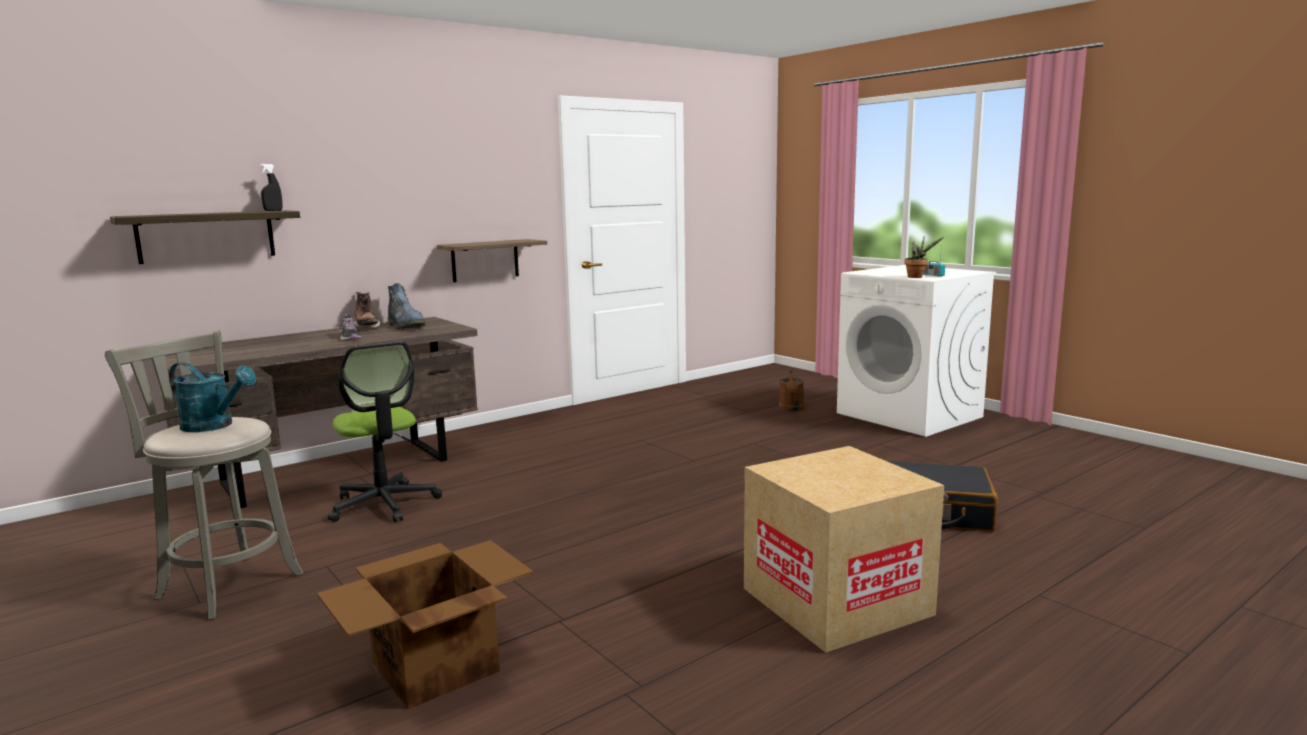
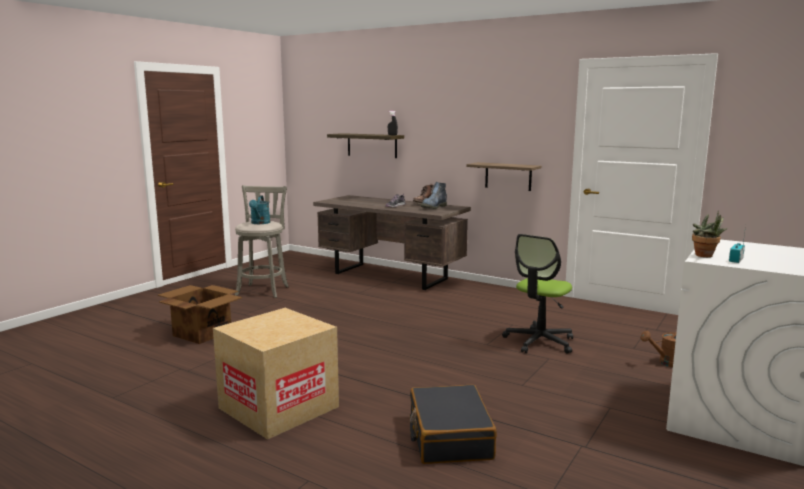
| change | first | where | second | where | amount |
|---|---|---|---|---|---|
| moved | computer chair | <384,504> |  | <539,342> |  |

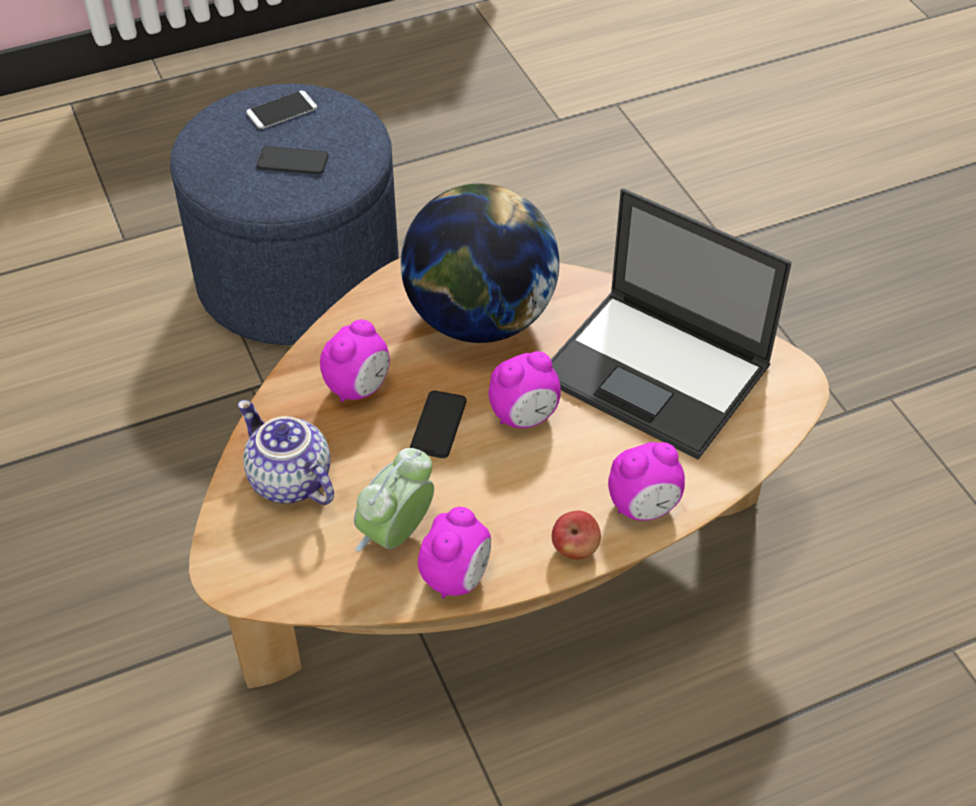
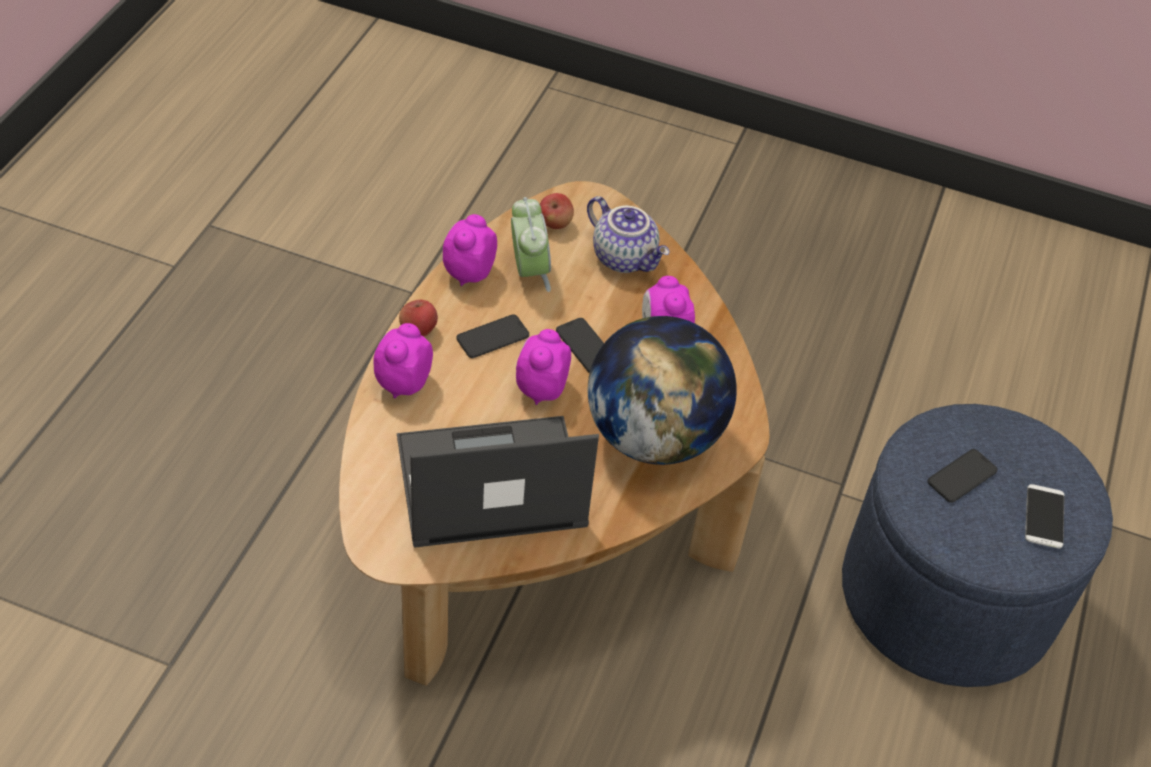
| change | first | where | second | where | amount |
|---|---|---|---|---|---|
| turned | teapot | <288,481> |  | <625,257> | 45 degrees clockwise |
| turned | bedside clock | <456,577> |  | <468,272> | 45 degrees clockwise |
| added |  |  | apple fruit | <555,224> |  |
| added |  |  | phone | <492,337> |  |

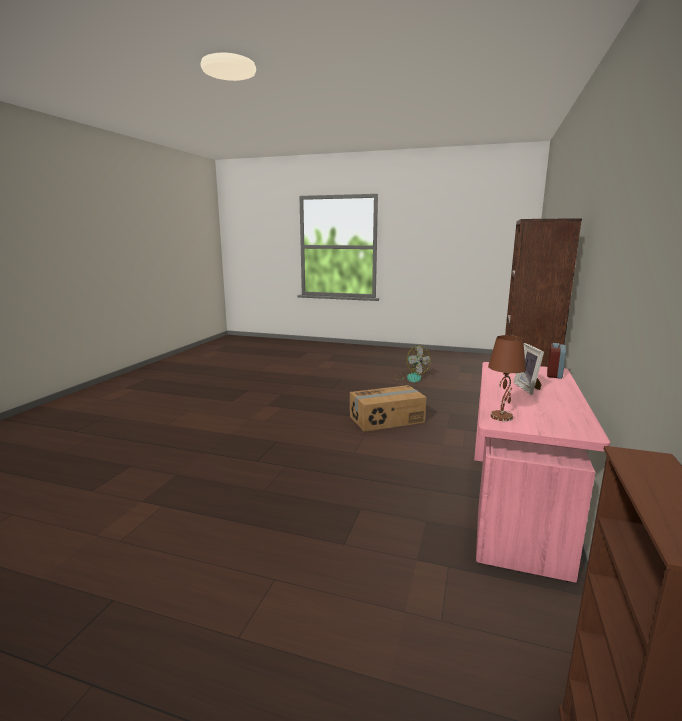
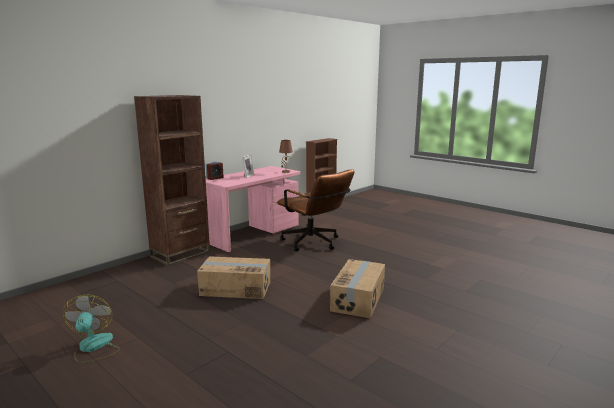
| change | first | where | second | where | amount |
|---|---|---|---|---|---|
| added |  |  | brown-coloured computer chair | <314,243> |  |
| added |  |  | packing box | <358,299> |  |

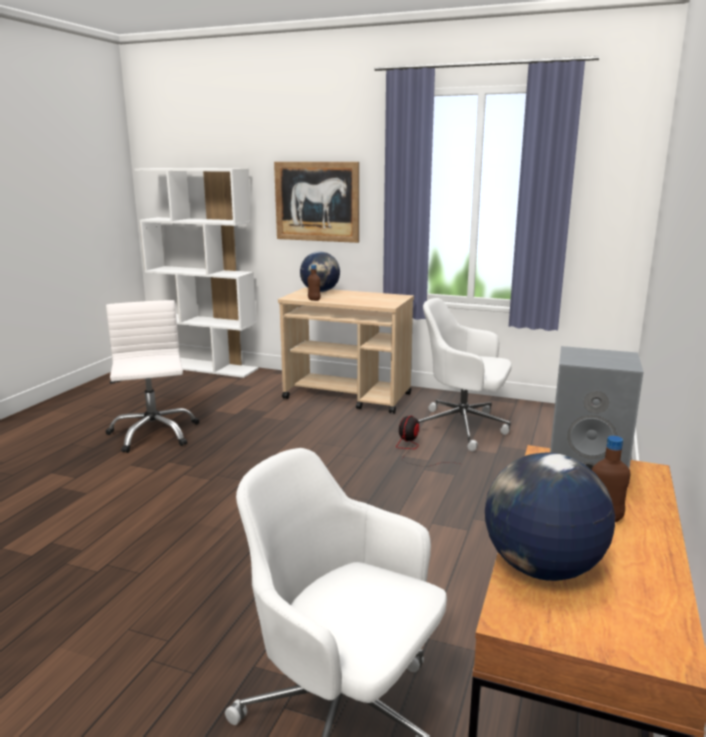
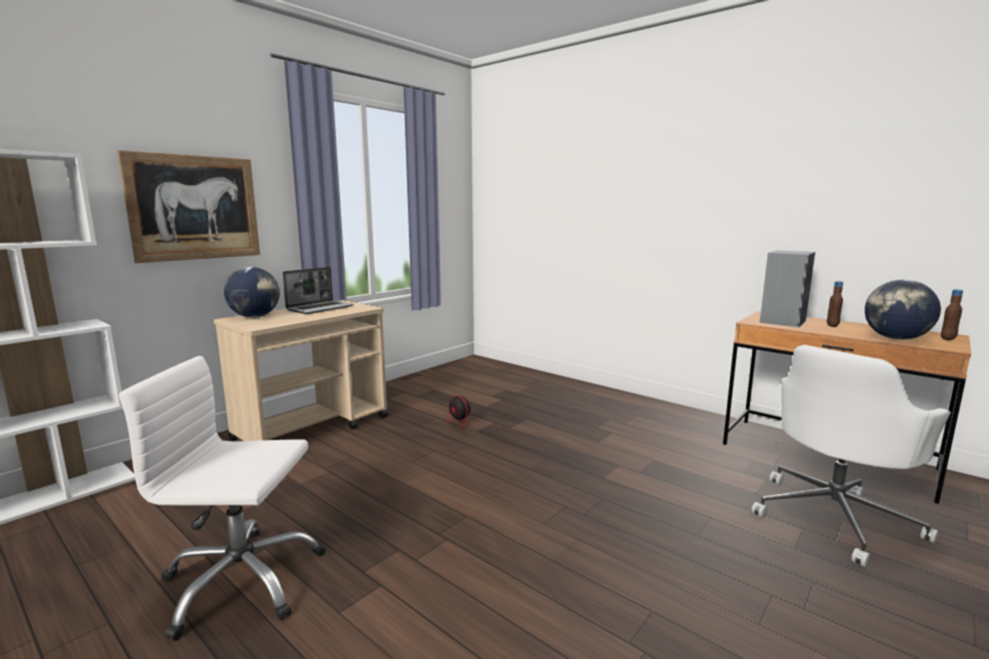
| change | first | where | second | where | amount |
|---|---|---|---|---|---|
| moved | brown-coloured beverage bottle | <314,300> |  | <948,338> |  |
| removed | white-coloured computer chair | <463,427> |  |  |  |
| added |  |  | laptop | <320,308> |  |

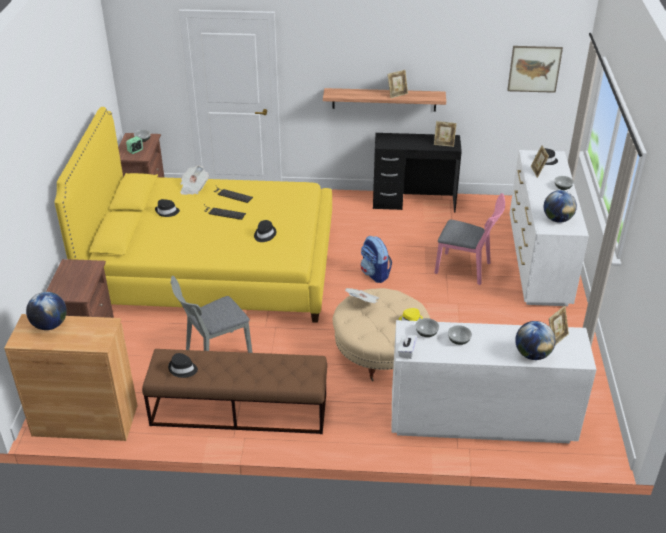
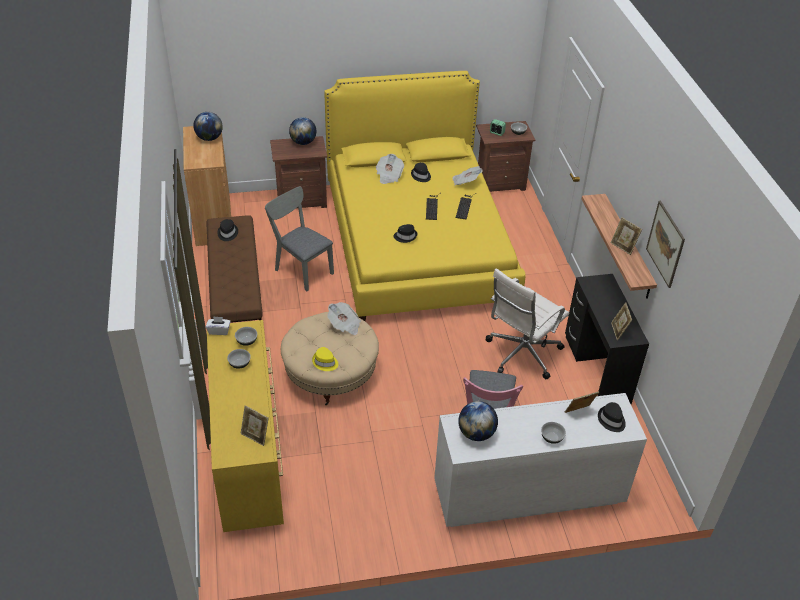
| change | first | where | second | where | amount |
|---|---|---|---|---|---|
| moved | wall picture | <534,69> |  | <665,244> |  |
| removed | rucksack | <375,274> |  |  |  |
| recoloured | white-coloured dresser | <480,420> | yellowish dresser | <249,457> |  |
| moved | world globe | <532,354> |  | <303,142> |  |
| added |  |  | daily paper | <389,176> |  |
| added |  |  | white-coloured computer chair | <521,354> |  |

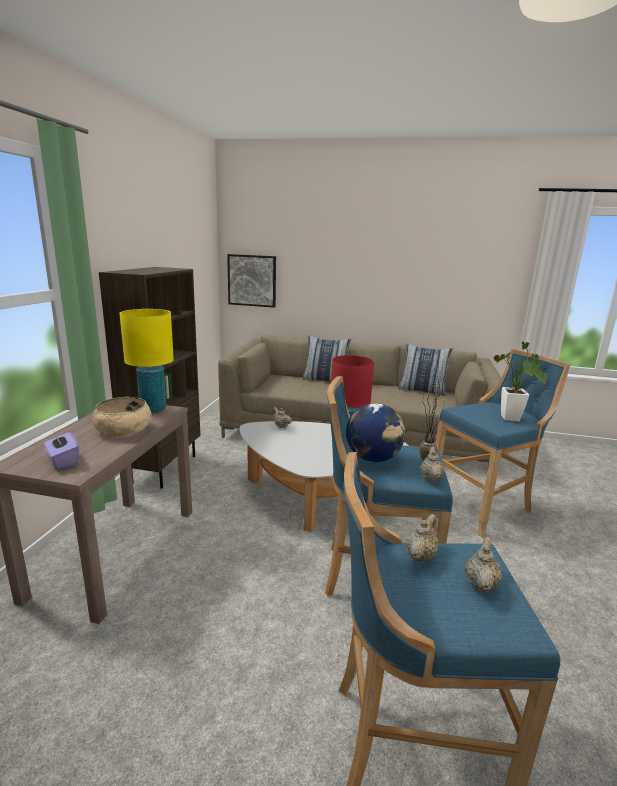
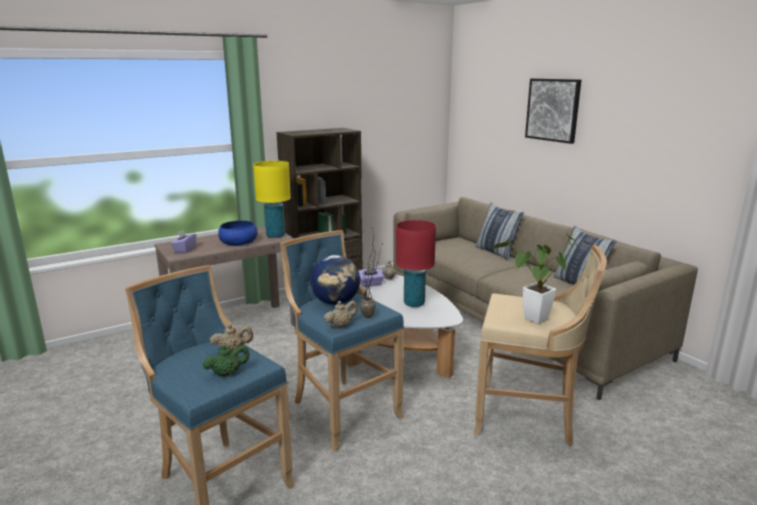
| change | first | where | second | where | amount |
|---|---|---|---|---|---|
| moved | wall picture | <252,280> |  | <553,110> |  |
| recoloured | bluish stool | <483,506> | beige stool | <527,418> |  |
| recoloured | beige serving bowl | <123,429> | bluish serving bowl | <238,242> |  |
| recoloured | beige teapot | <480,583> | greenish teapot | <227,373> |  |
| added |  |  | purple tissue holder | <370,284> |  |

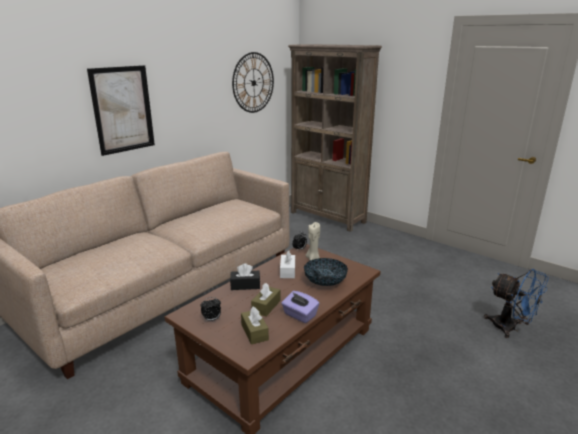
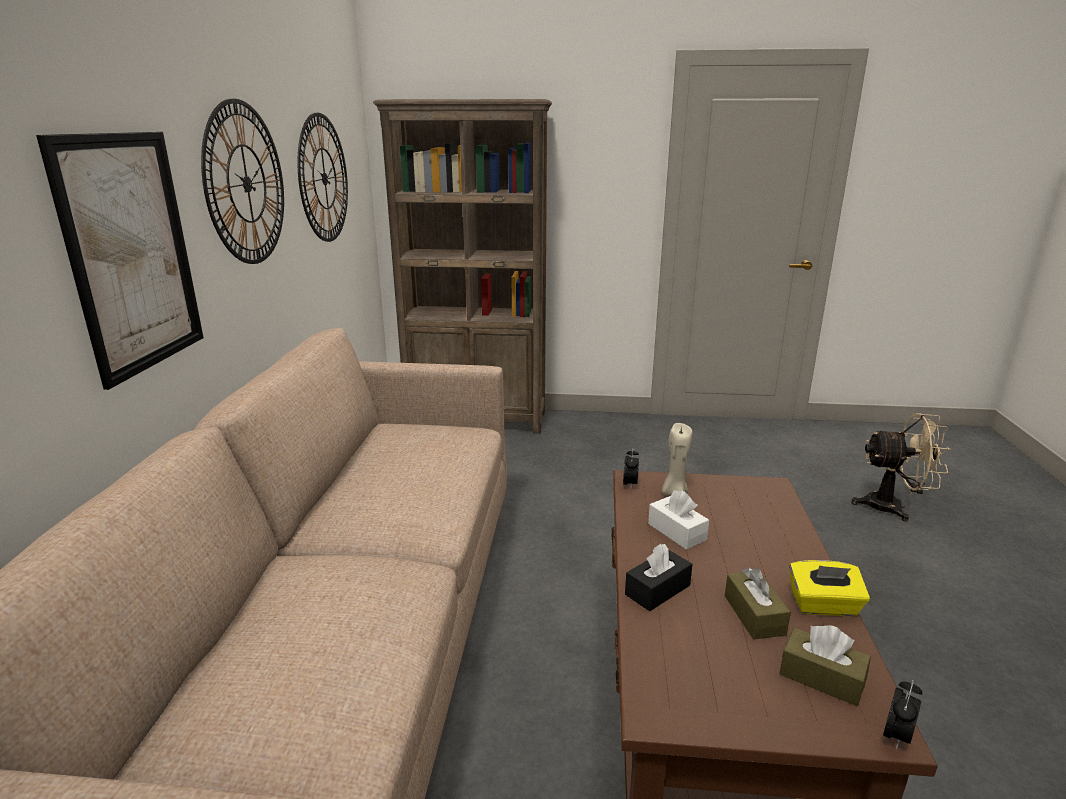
| change | first | where | second | where | amount |
|---|---|---|---|---|---|
| removed | serving bowl | <325,281> |  |  |  |
| recoloured | bluish cooling fan | <510,328> | beige cooling fan | <893,507> |  |
| recoloured | purple tissue holder | <299,315> | yellowish tissue holder | <824,605> |  |
| moved | bedside clock | <211,319> |  | <896,736> |  |
| added |  |  | clock on the wall | <246,184> |  |

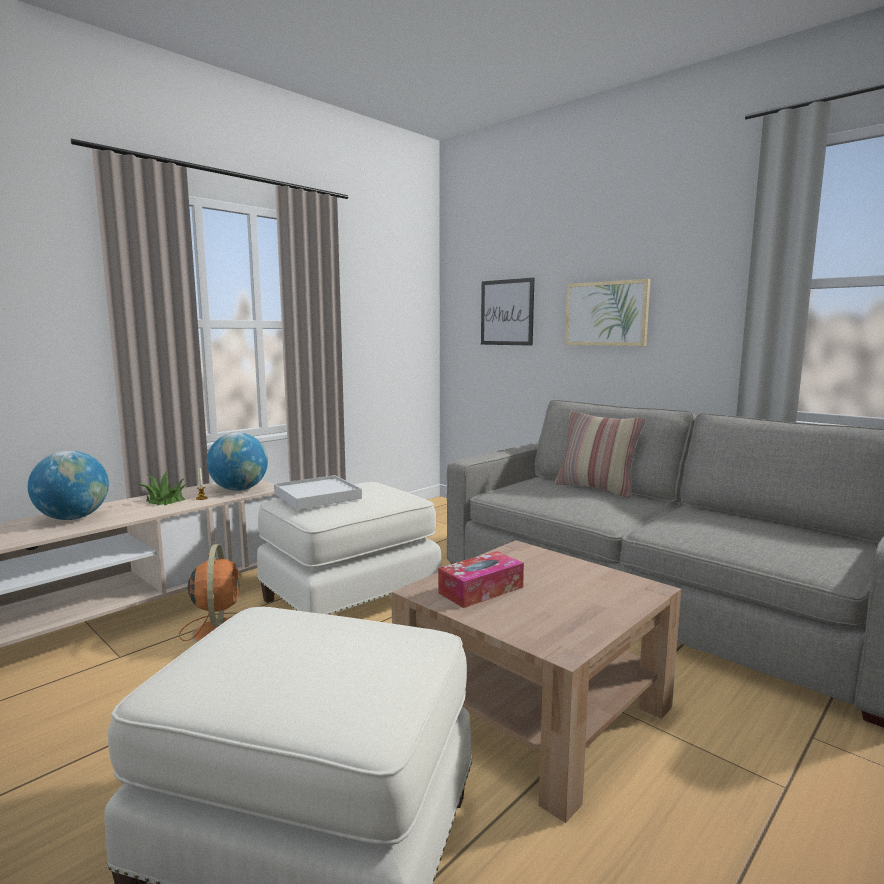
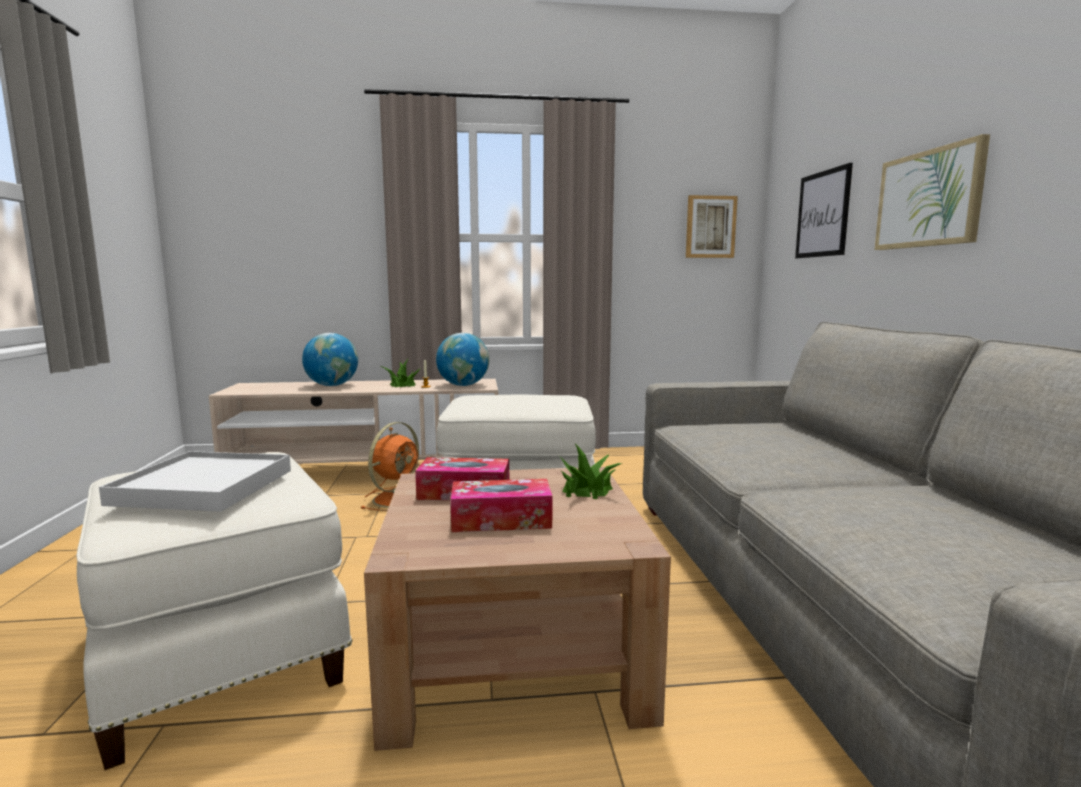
| change | first | where | second | where | amount |
|---|---|---|---|---|---|
| removed | throw pillow | <596,488> |  |  |  |
| moved | white-coloured tray | <317,496> |  | <204,487> |  |
| added |  |  | wall picture | <710,227> |  |
| added |  |  | houseplant | <587,489> |  |
| added |  |  | tissue holder | <501,520> |  |

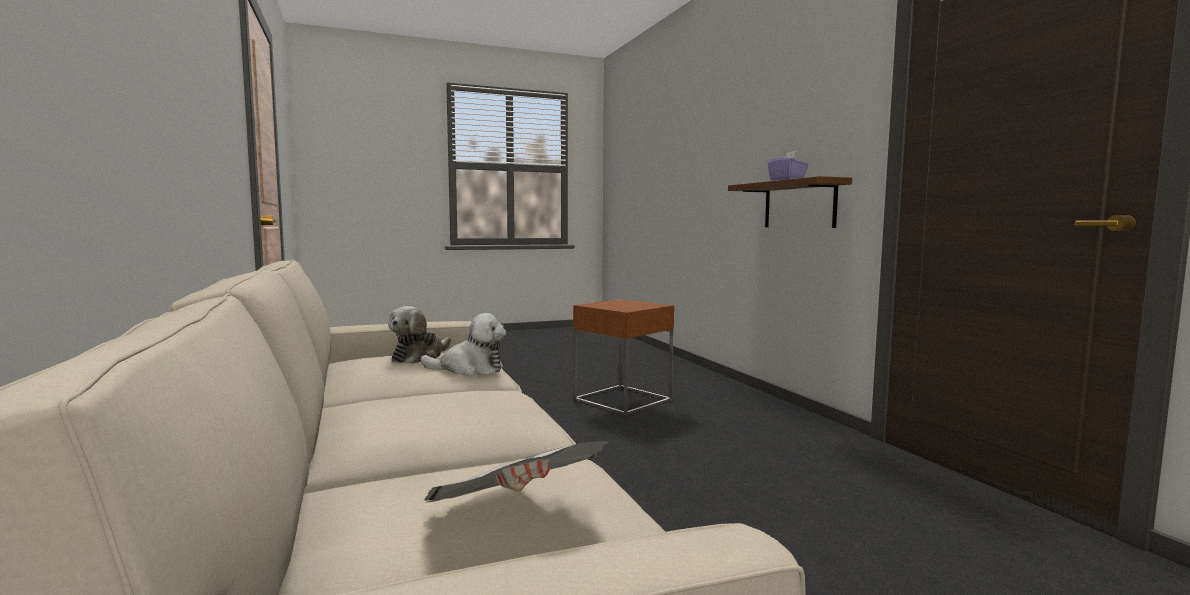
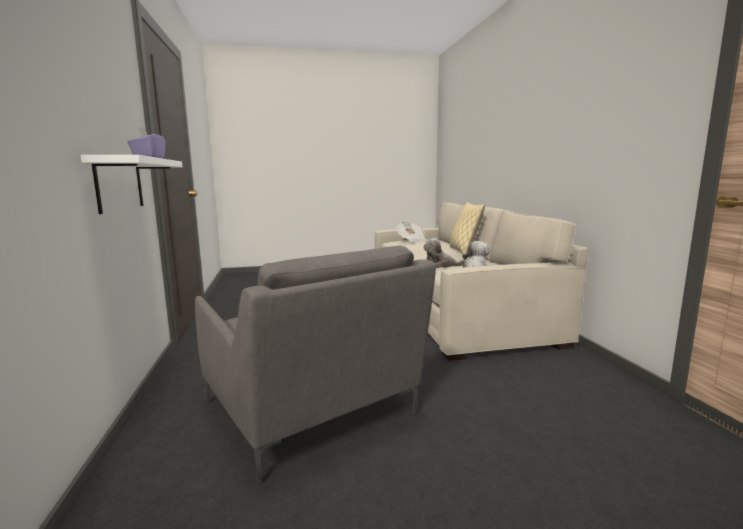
| change | first | where | second | where | amount |
|---|---|---|---|---|---|
| recoloured | brown-coloured bracket shelf | <799,205> | white-coloured bracket shelf | <119,184> |  |
| replaced | brown-coloured side table | <622,399> | grey armchair | <312,411> |  |
| added |  |  | throw pillow | <464,251> |  |

